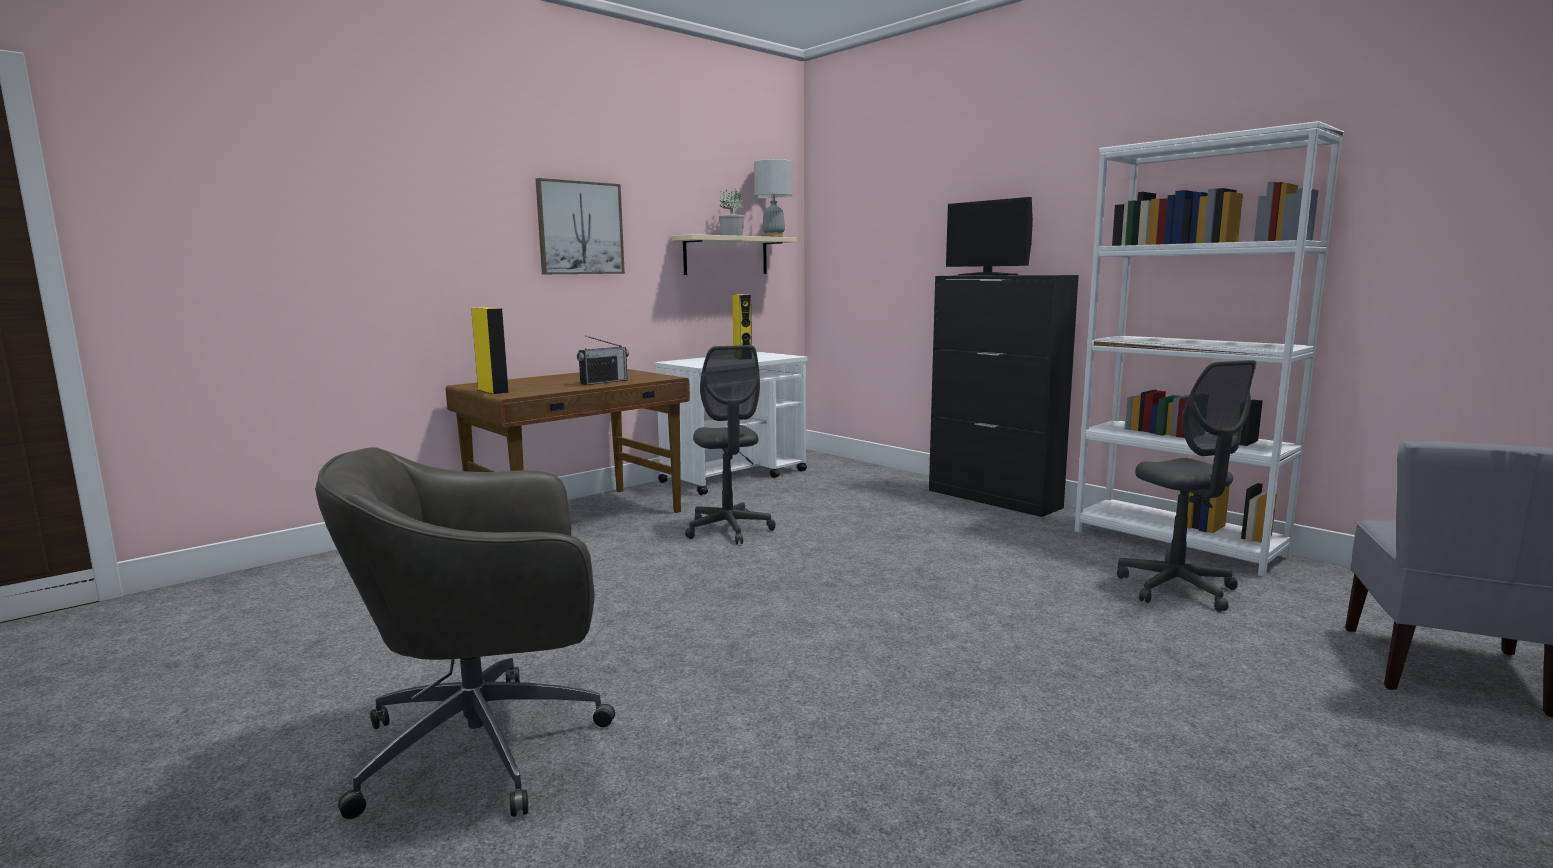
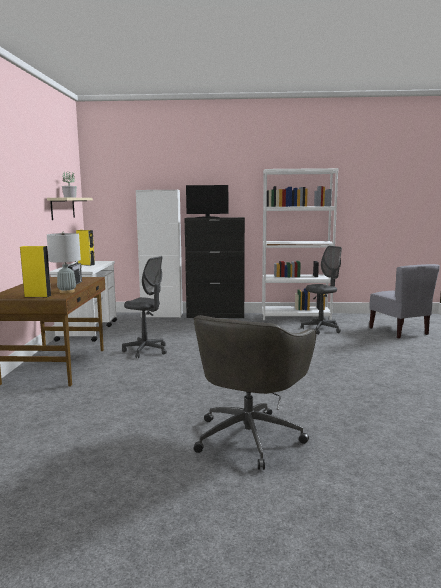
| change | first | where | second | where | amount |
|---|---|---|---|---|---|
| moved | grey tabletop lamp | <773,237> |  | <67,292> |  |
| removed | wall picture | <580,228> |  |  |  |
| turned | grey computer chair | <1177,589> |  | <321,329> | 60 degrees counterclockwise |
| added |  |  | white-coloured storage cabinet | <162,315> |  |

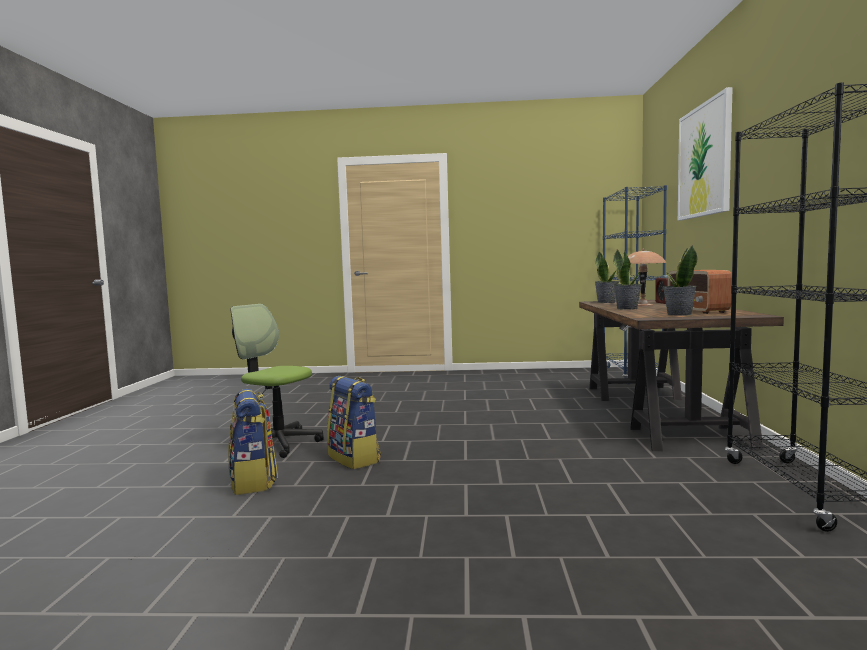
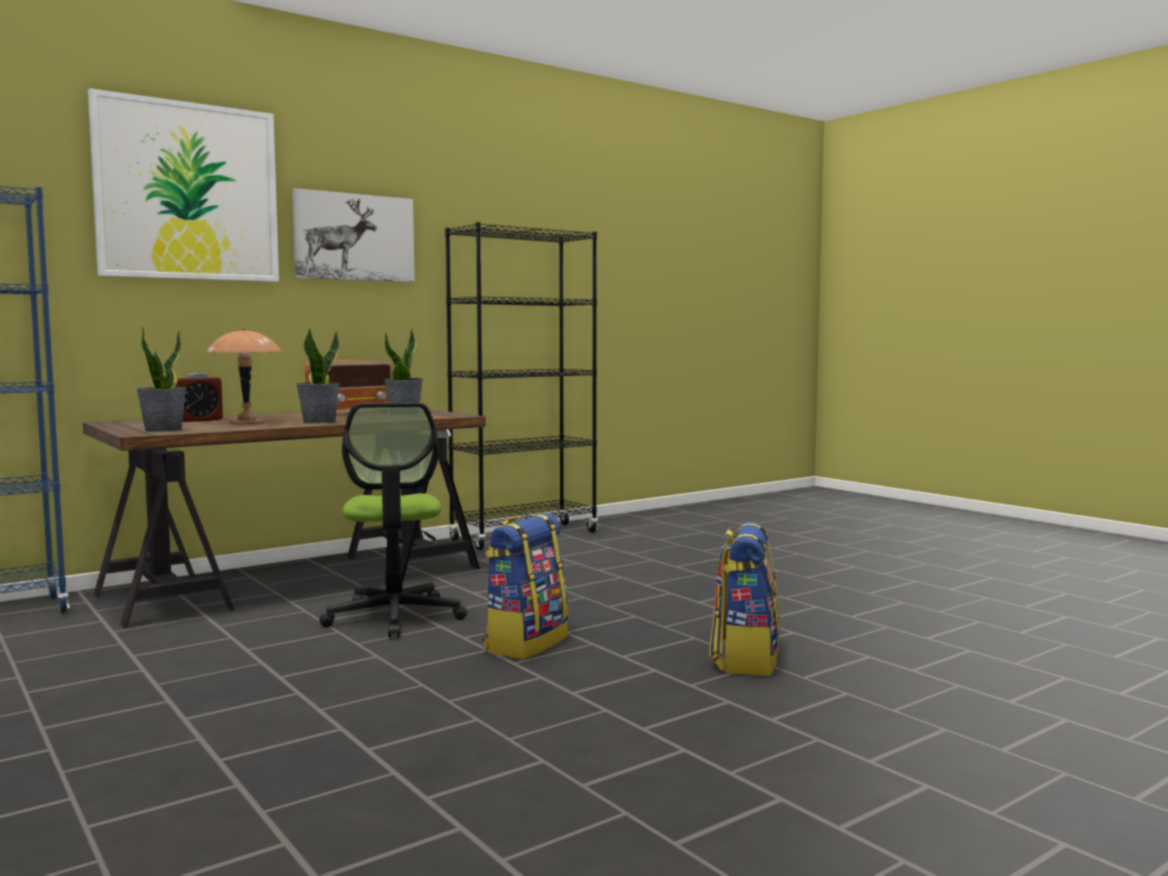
| change | first | where | second | where | amount |
|---|---|---|---|---|---|
| moved | computer chair | <277,444> |  | <394,617> |  |
| moved | rucksack | <253,482> |  | <525,644> |  |
| added |  |  | wall picture | <354,237> |  |

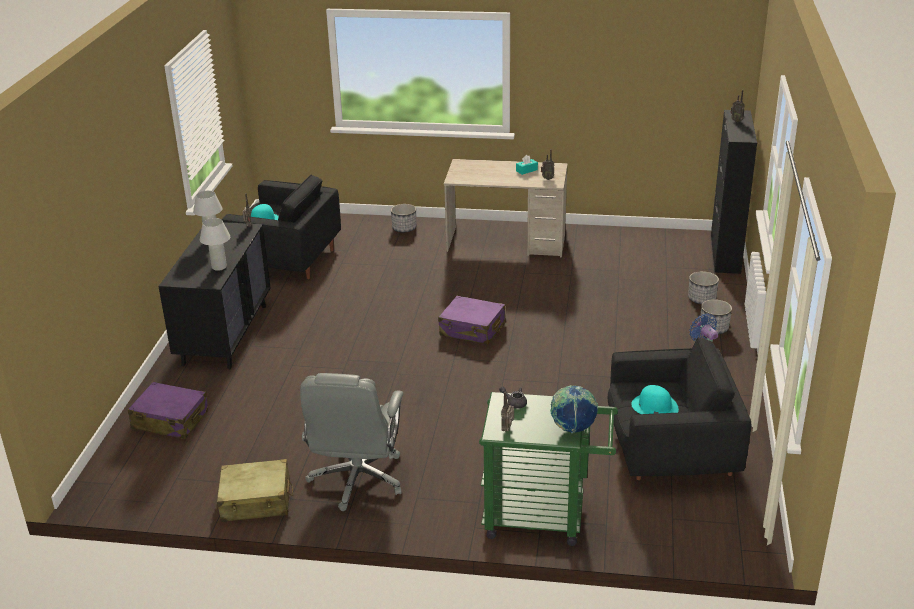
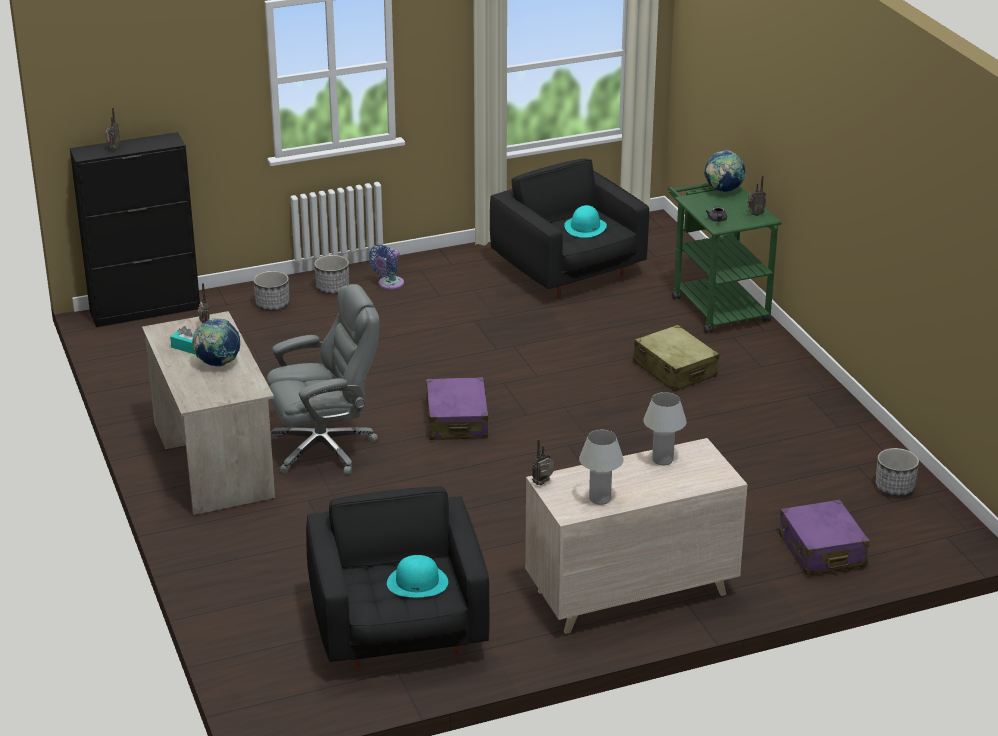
| change | first | where | second | where | amount |
|---|---|---|---|---|---|
| moved | flower pot | <404,228> |  | <894,488> |  |
| recoloured | blackish dresser | <225,334> | beige dresser | <630,593> |  |
| moved | grey computer chair | <357,480> |  | <325,448> |  |
| moved | beige suitcase | <256,501> |  | <675,370> |  |
| added |  |  | world globe | <218,364> |  |

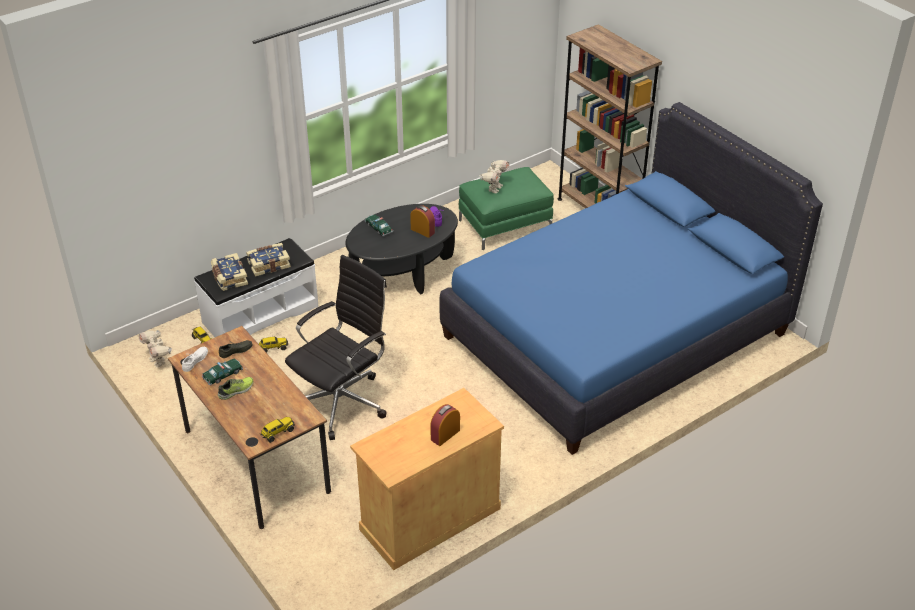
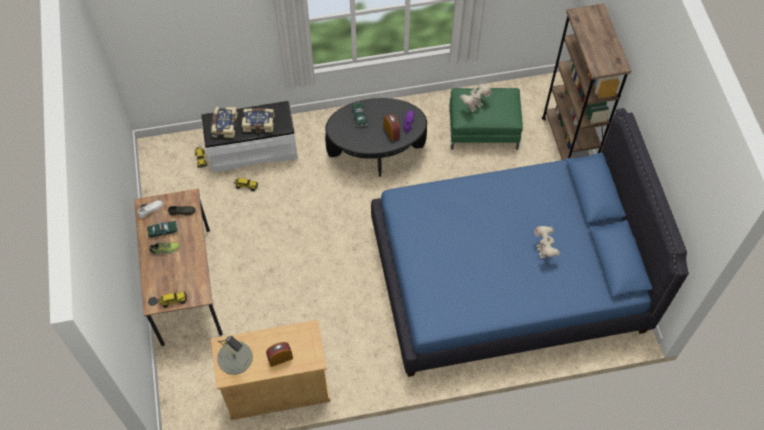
| change | first | where | second | where | amount |
|---|---|---|---|---|---|
| removed | blackish computer chair | <342,401> |  |  |  |
| moved | model robot | <158,361> |  | <543,251> |  |
| added |  |  | grey tabletop lamp | <235,357> |  |

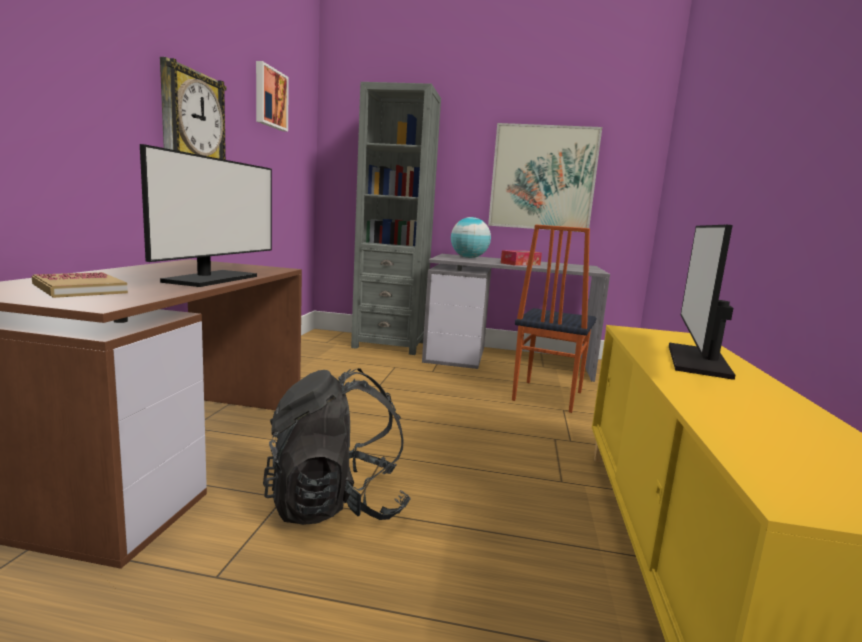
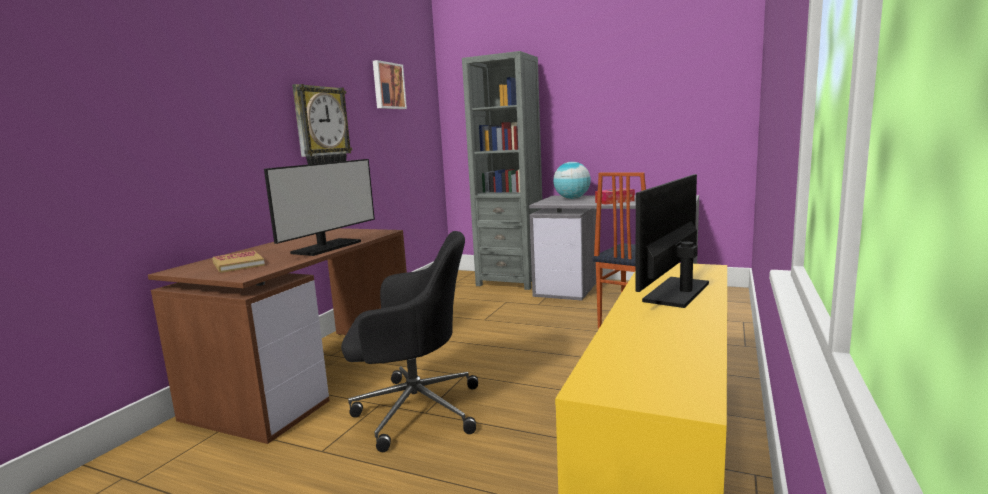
| change | first | where | second | where | amount |
|---|---|---|---|---|---|
| removed | wall picture | <543,178> |  |  |  |
| replaced | blackish rucksack | <336,505> | blackish computer chair | <414,410> |  |

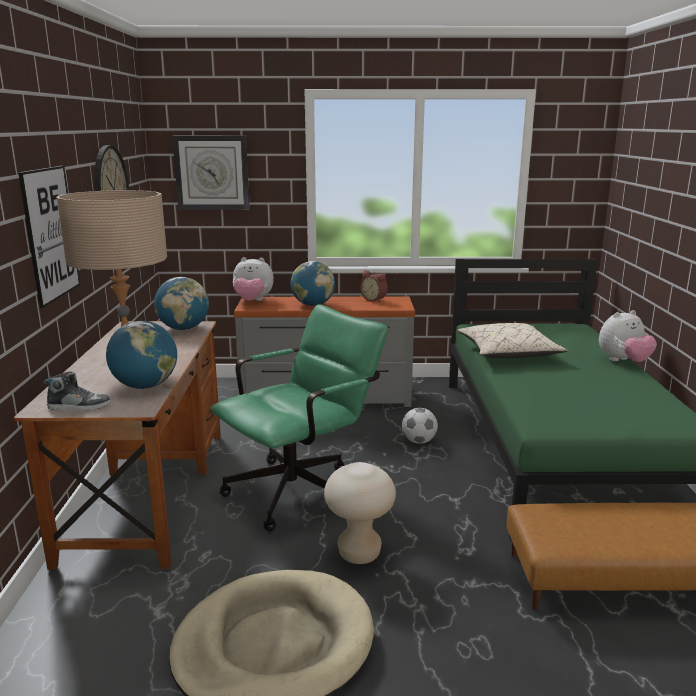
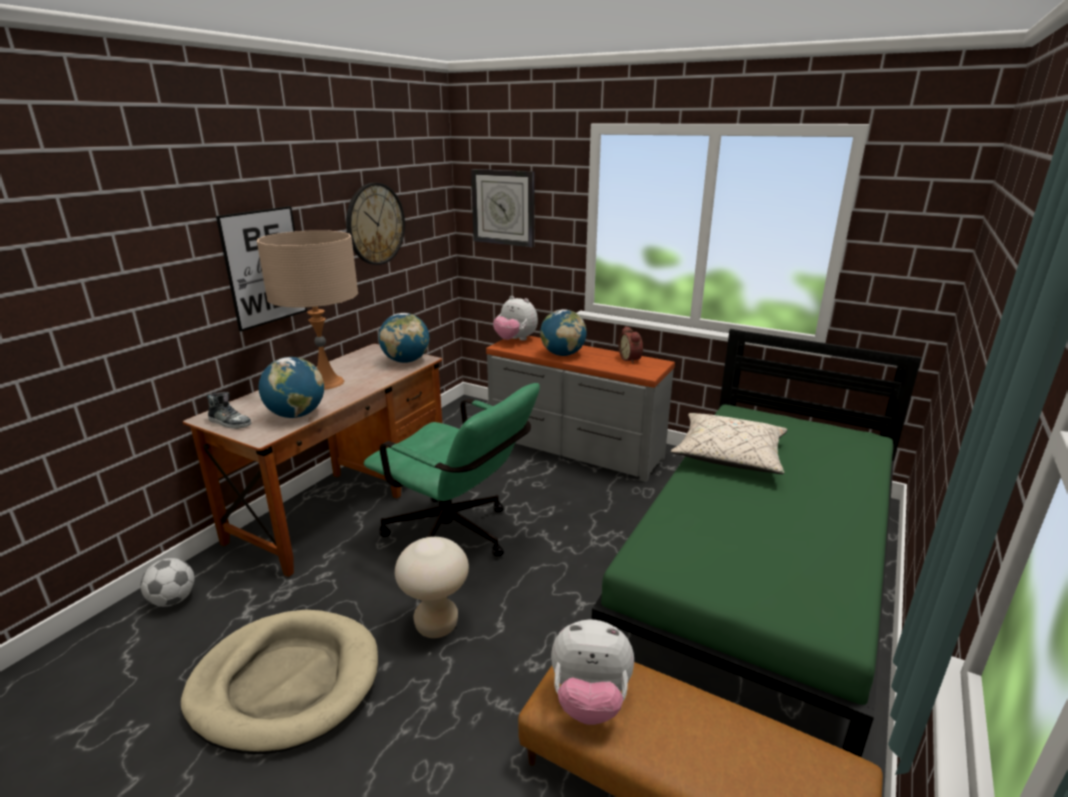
| change | first | where | second | where | amount |
|---|---|---|---|---|---|
| turned | greenish computer chair | <302,488> |  | <457,539> | 45 degrees clockwise |
| moved | soft toy | <623,361> |  | <590,701> |  |
| moved | ball for football | <418,441> |  | <173,600> |  |

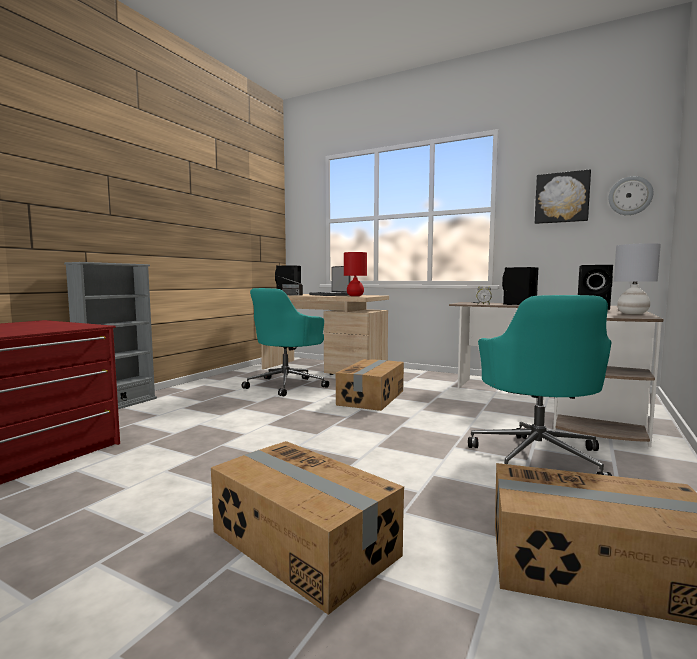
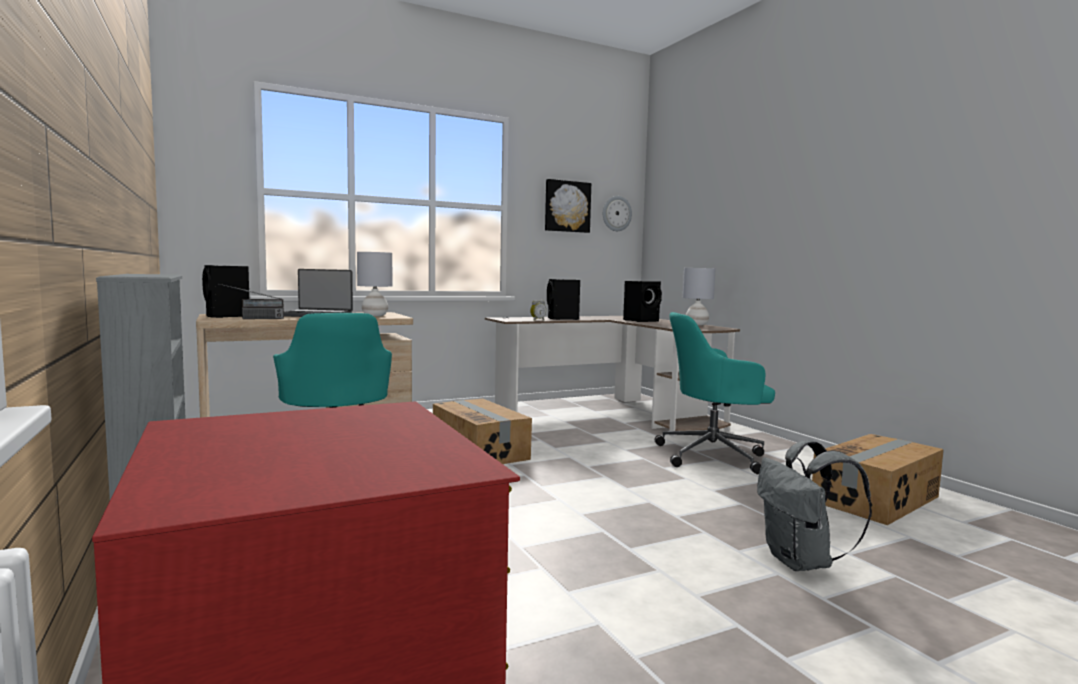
| change | first | where | second | where | amount |
|---|---|---|---|---|---|
| recoloured | reddish tabletop lamp | <355,296> | grey tabletop lamp | <375,316> |  |
| turned | turquoise-coloured computer chair | <538,457> |  | <713,455> | 135 degrees clockwise |
| replaced | packing box | <302,544> | grey rucksack | <802,562> |  |

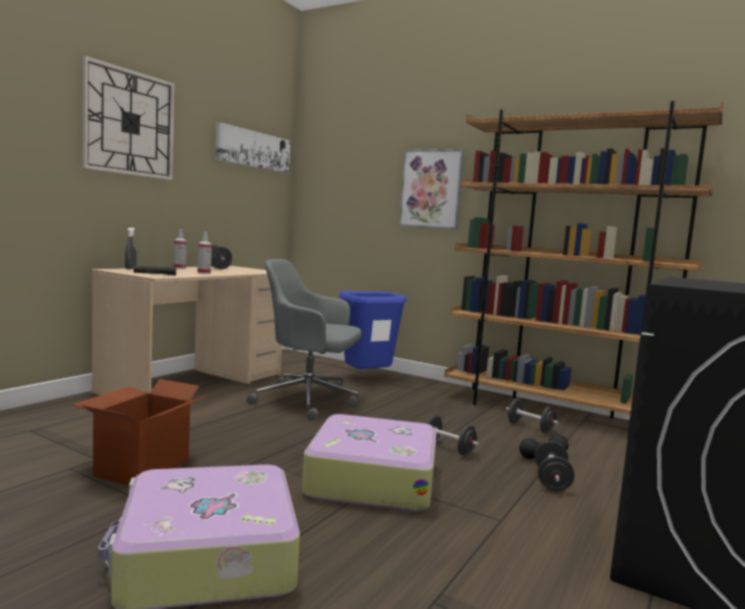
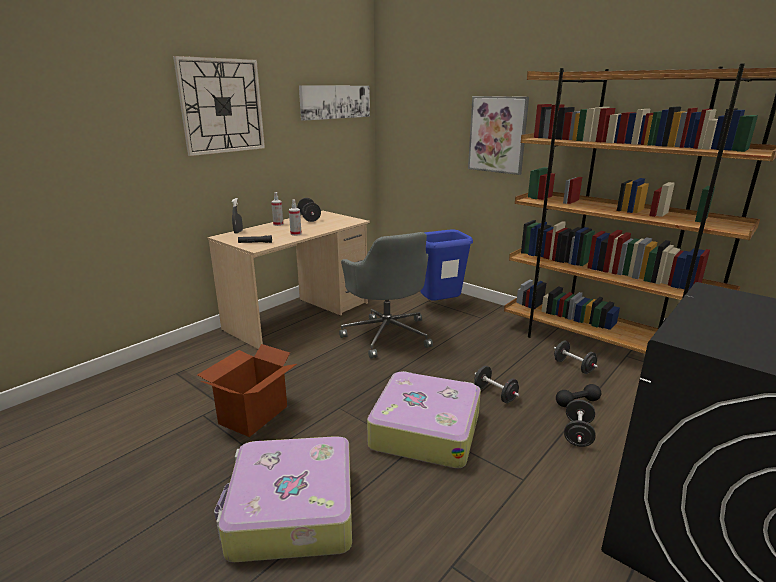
| change | first | where | second | where | amount |
|---|---|---|---|---|---|
| turned | grey computer chair | <308,400> |  | <387,334> | 135 degrees counterclockwise |

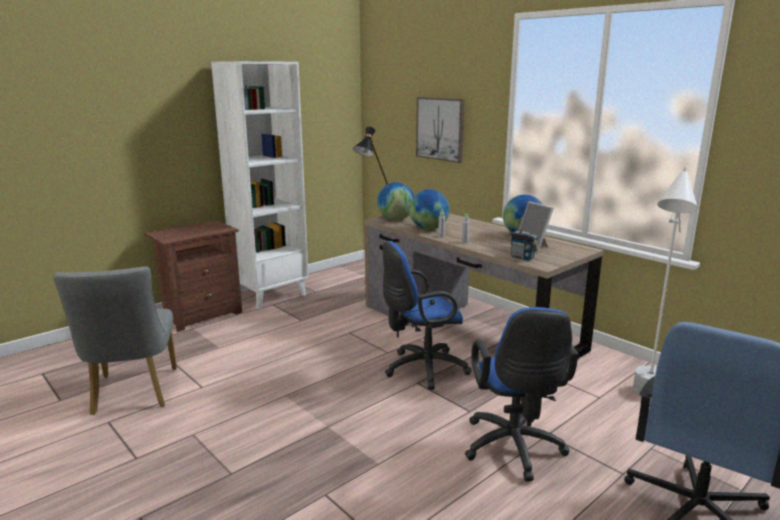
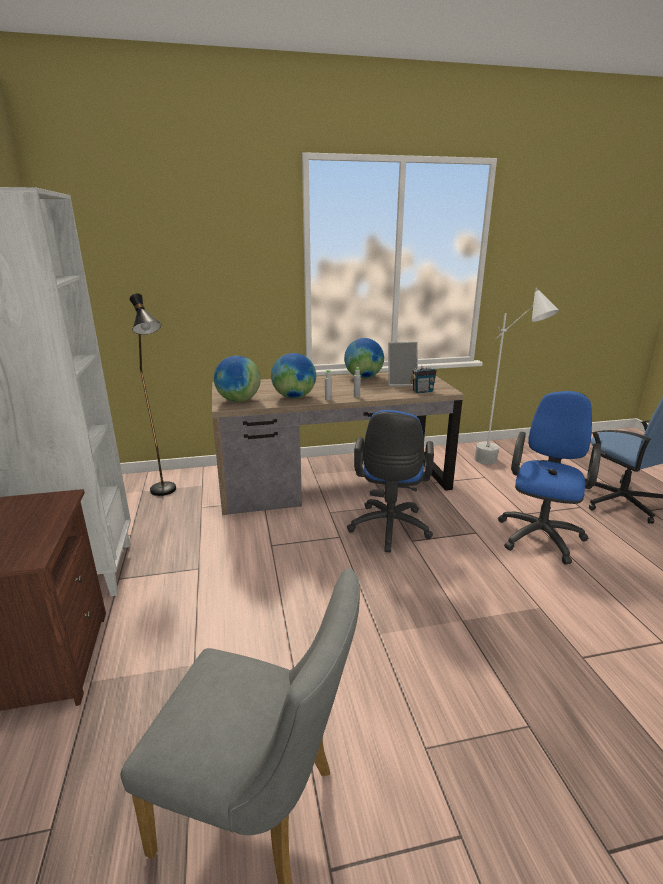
| change | first | where | second | where | amount |
|---|---|---|---|---|---|
| removed | wall picture | <440,129> |  |  |  |
| turned | bluish computer chair | <514,450> |  | <540,534> | 90 degrees counterclockwise |

